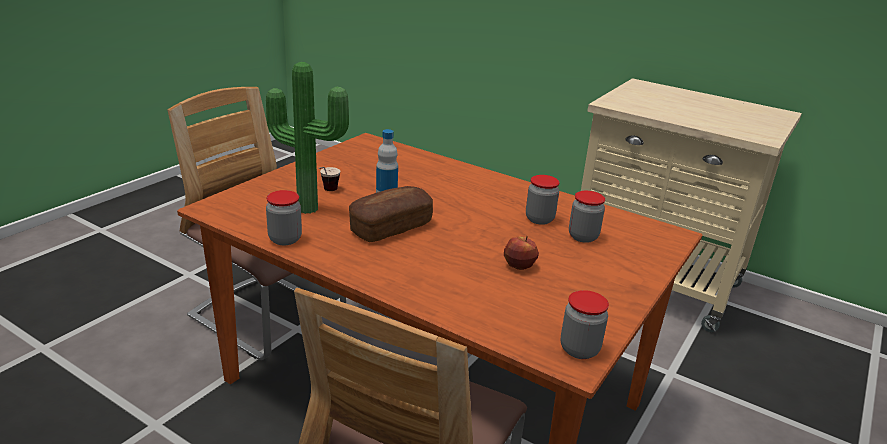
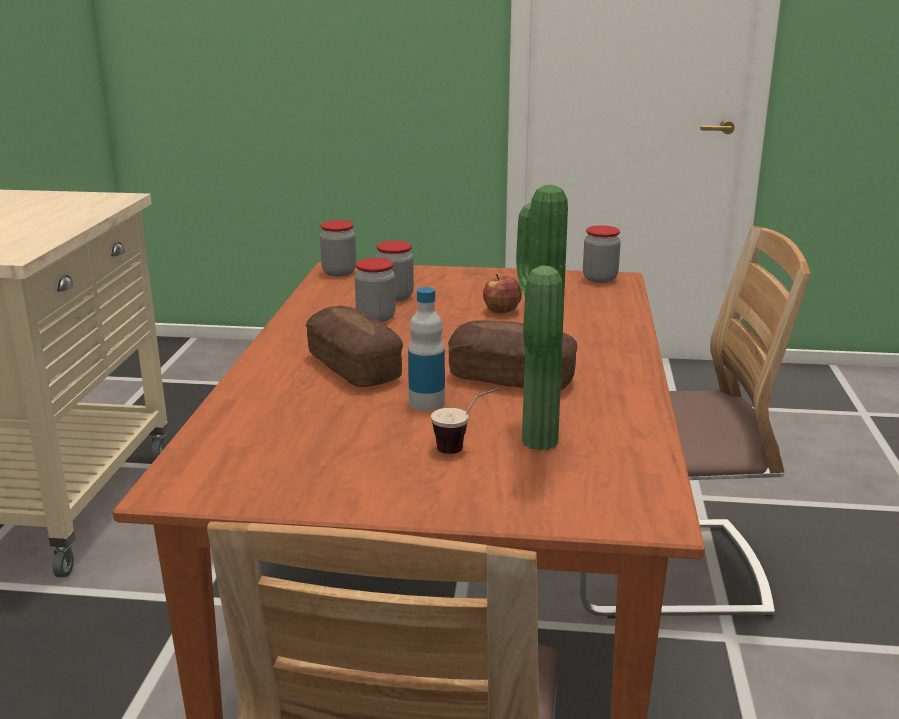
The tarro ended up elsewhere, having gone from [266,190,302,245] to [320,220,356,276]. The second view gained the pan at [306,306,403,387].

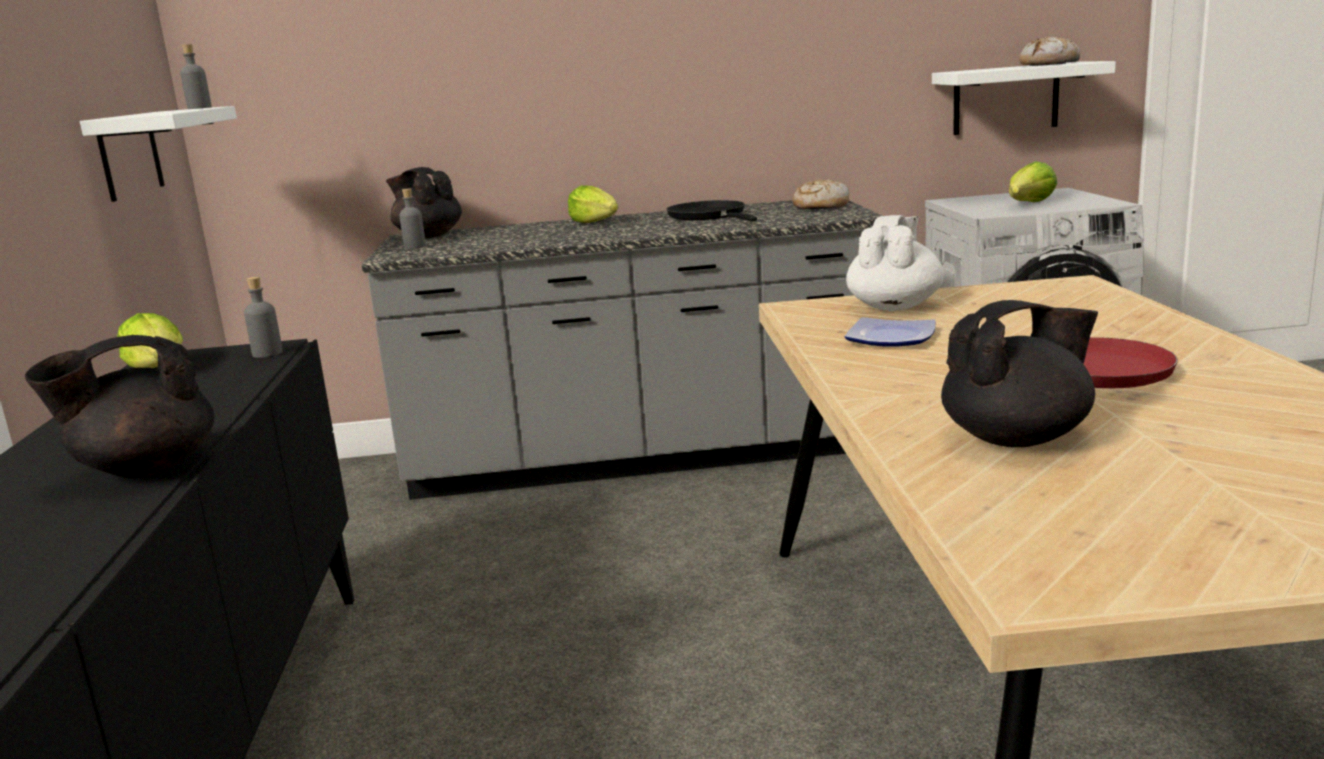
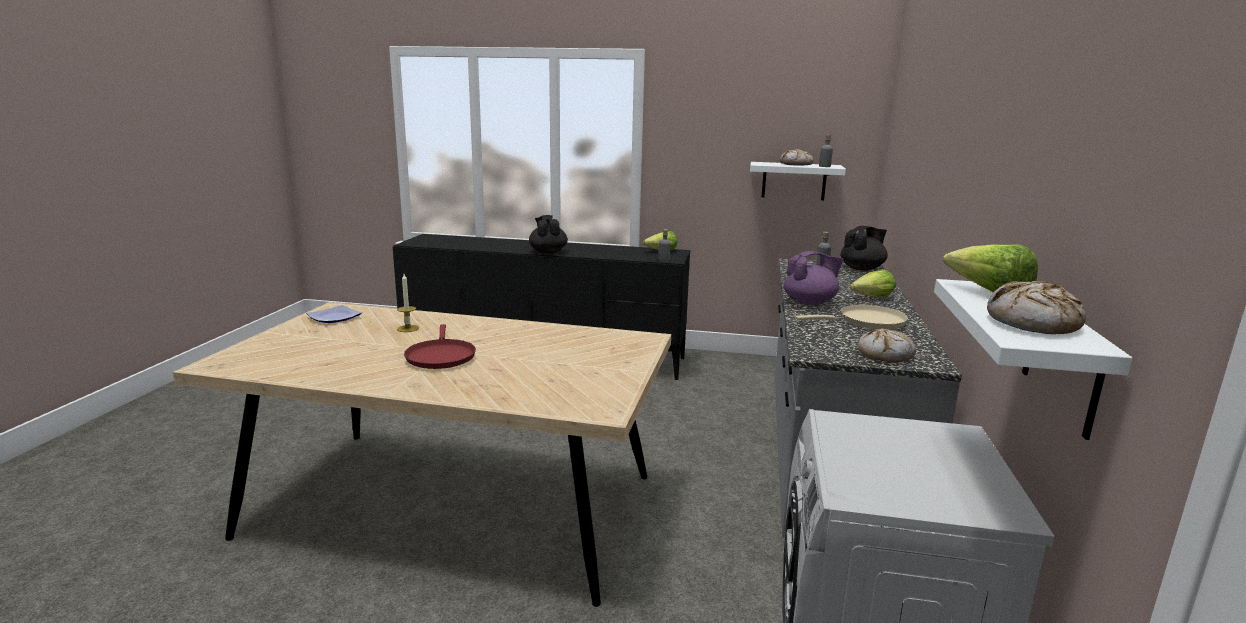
The lechuga ended up elsewhere, having gone from [1009,161,1057,202] to [943,244,1038,292]. What was the sartén (negro) at [667,200,757,222] turned into the sartén (beis) at [796,304,909,329]. The second view lost the tetera (blanco) at [846,215,944,311]. Where the tetera (negro) stood at [941,300,1098,447], the vela came to stand at [397,274,419,332]. The plato ended up elsewhere, having gone from [845,317,936,347] to [306,305,362,323]. The second view gained the pan at [780,149,813,166]. The second view gained the tetera (morado) at [784,251,844,306].

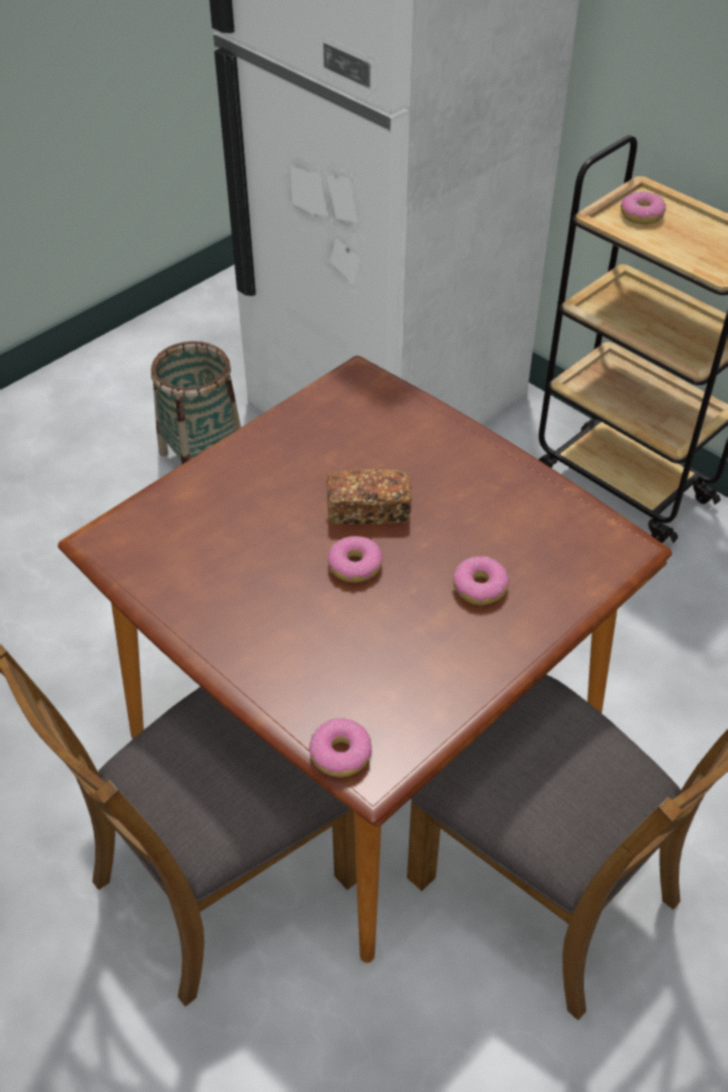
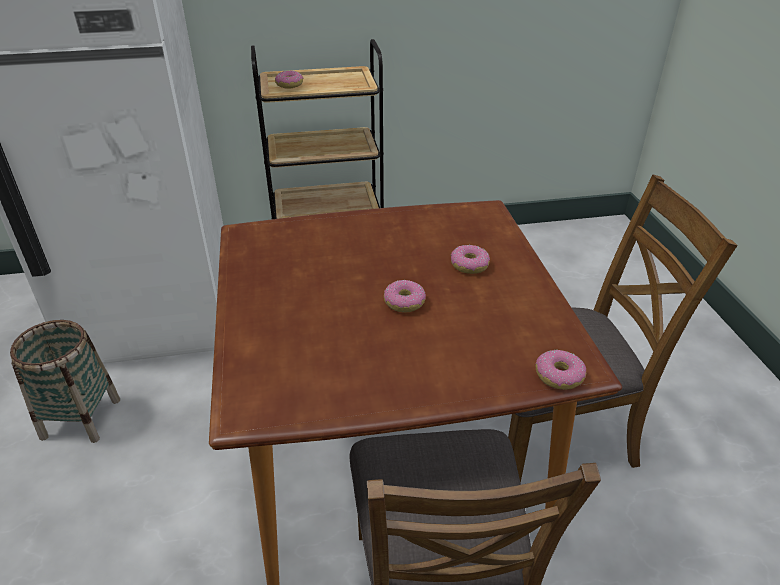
The second view lost the pan at [327,468,411,525].

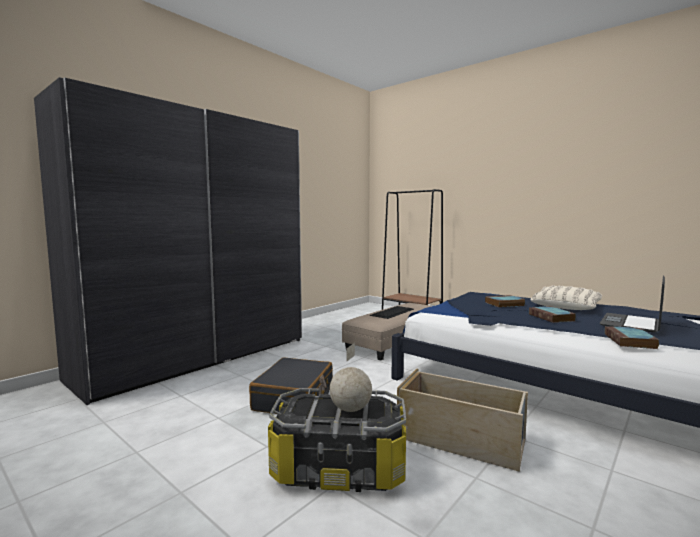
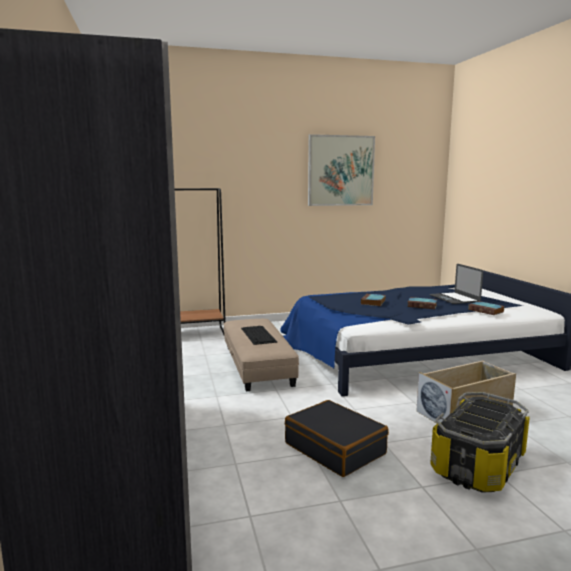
The second view lost the cojín (beis) at [530,285,602,310]. The second view lost the globo terráqueo at [329,343,372,412]. The second view gained the cuadro at [308,134,375,206].

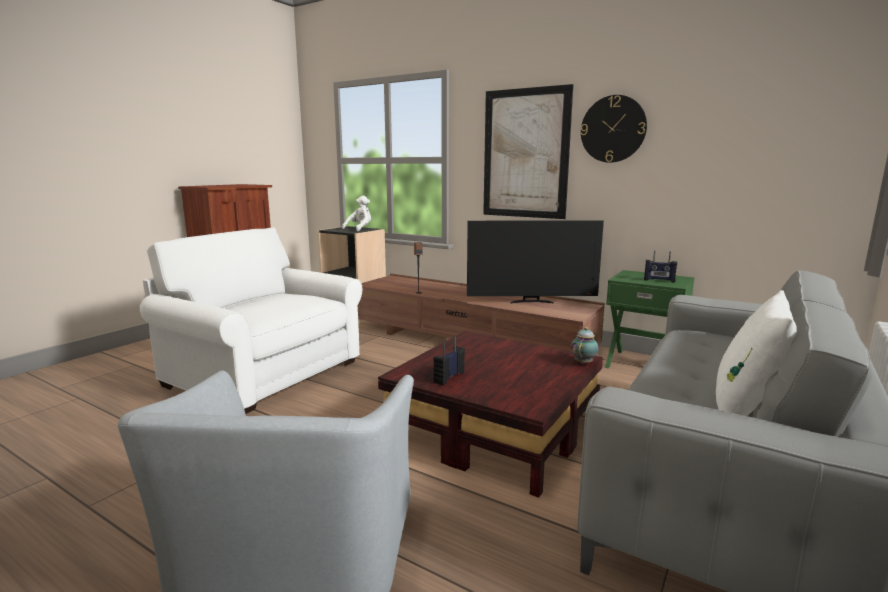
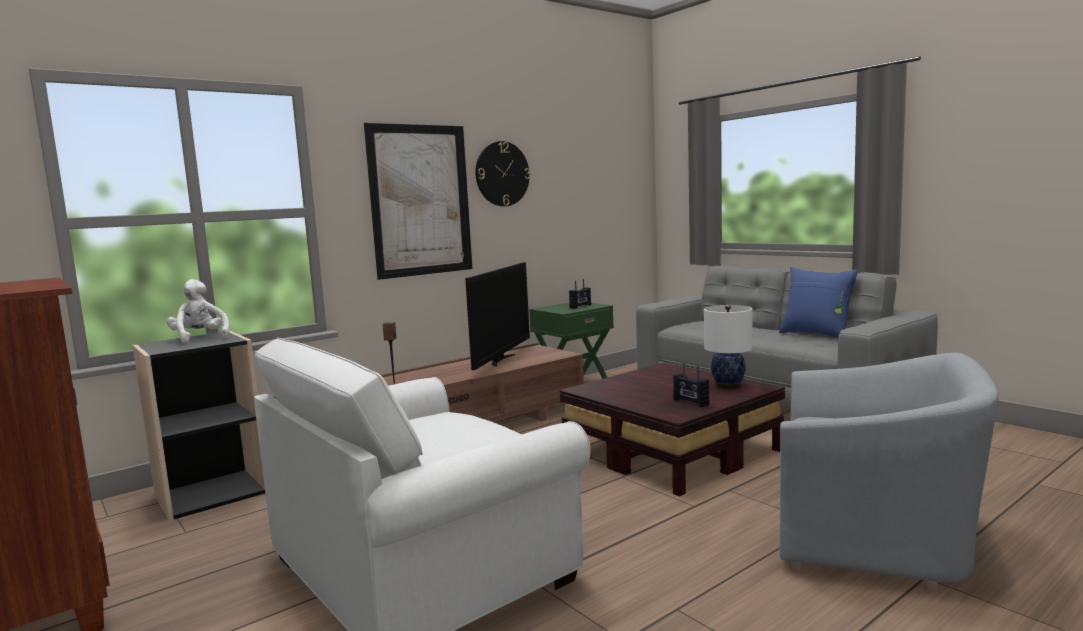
What was the cojín (blanco) at [716,290,797,416] turned into the cojín (azul) at [779,267,858,338]. The second view lost the tetera at [571,327,599,364]. The second view gained the lámpara de mesa (blanco) at [704,304,753,389].

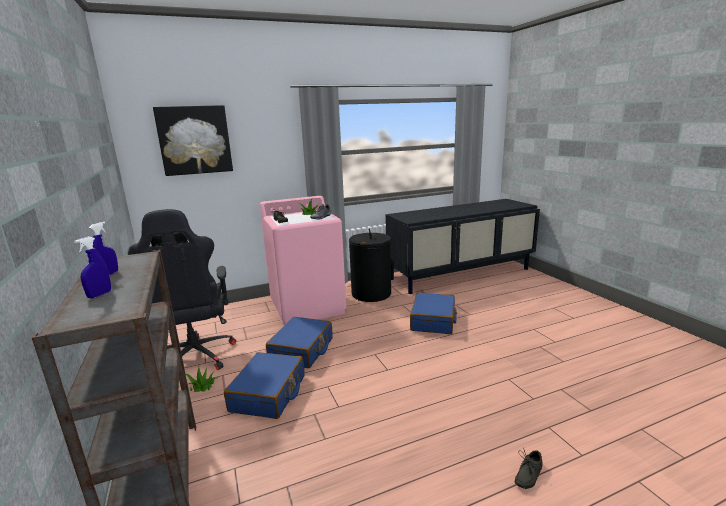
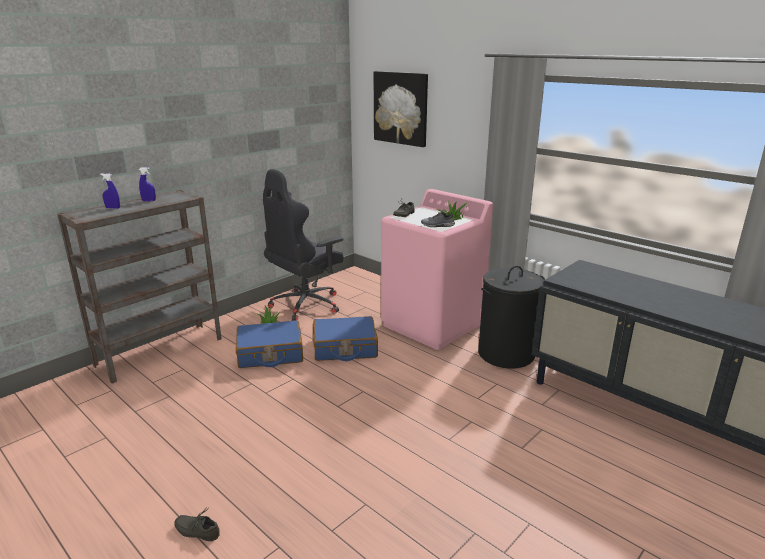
The second view lost the maleta (azul) at [410,293,457,334].

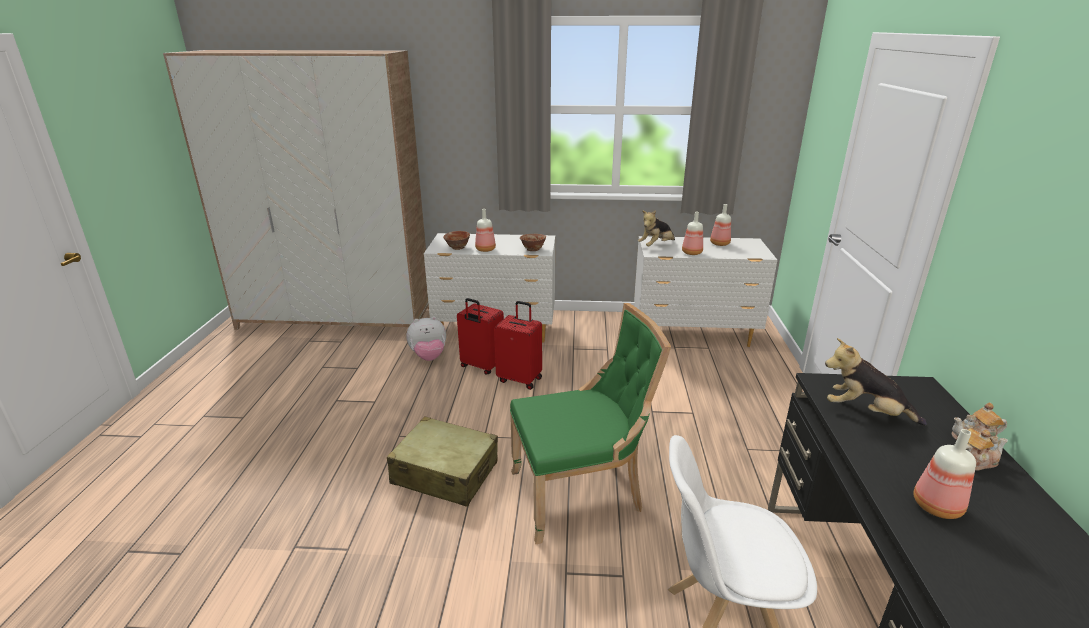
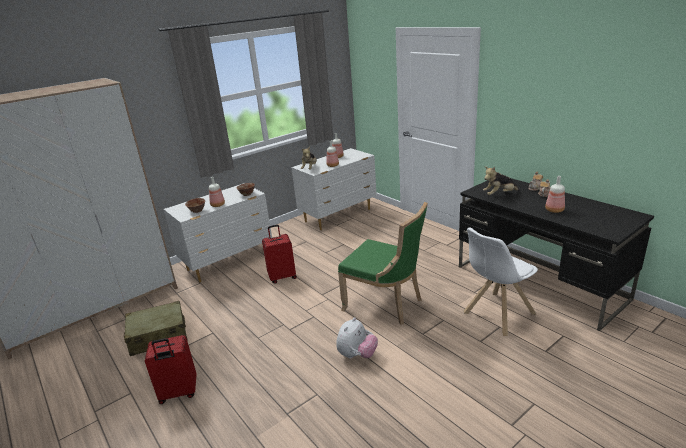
The maleta (rojo) ended up elsewhere, having gone from [457,298,504,375] to [145,335,197,404]. The silla (verde) at [510,303,671,544] ended up facing another way, 90 degrees clockwise from before. The peluche ended up elsewhere, having gone from [406,316,446,361] to [336,317,378,358]. The maleta (beis) ended up elsewhere, having gone from [387,416,498,507] to [124,301,188,356].

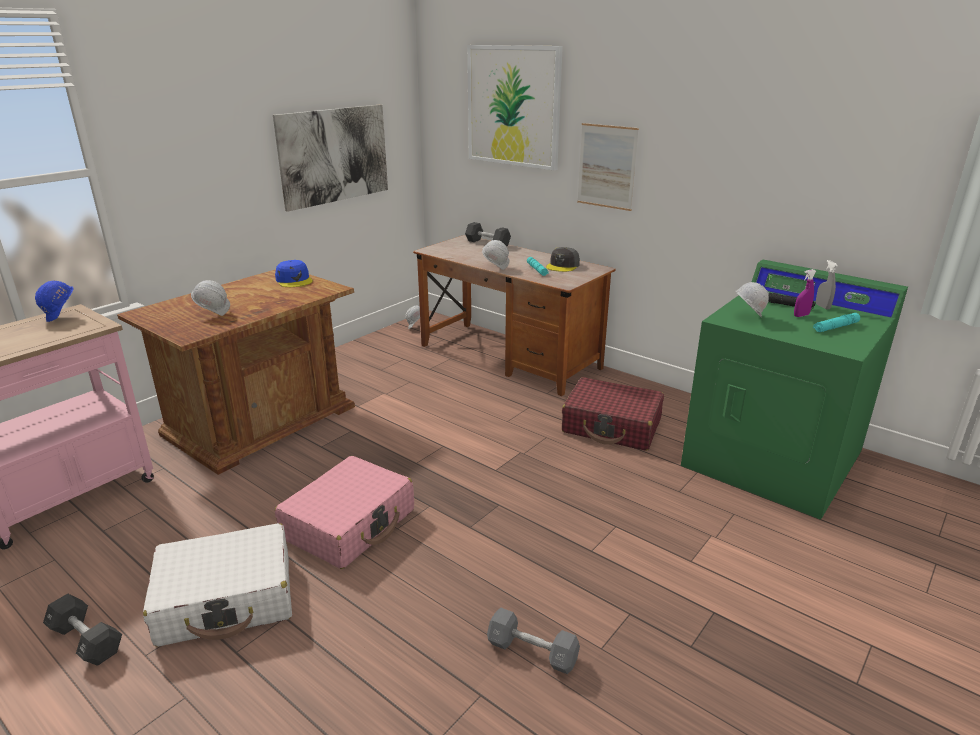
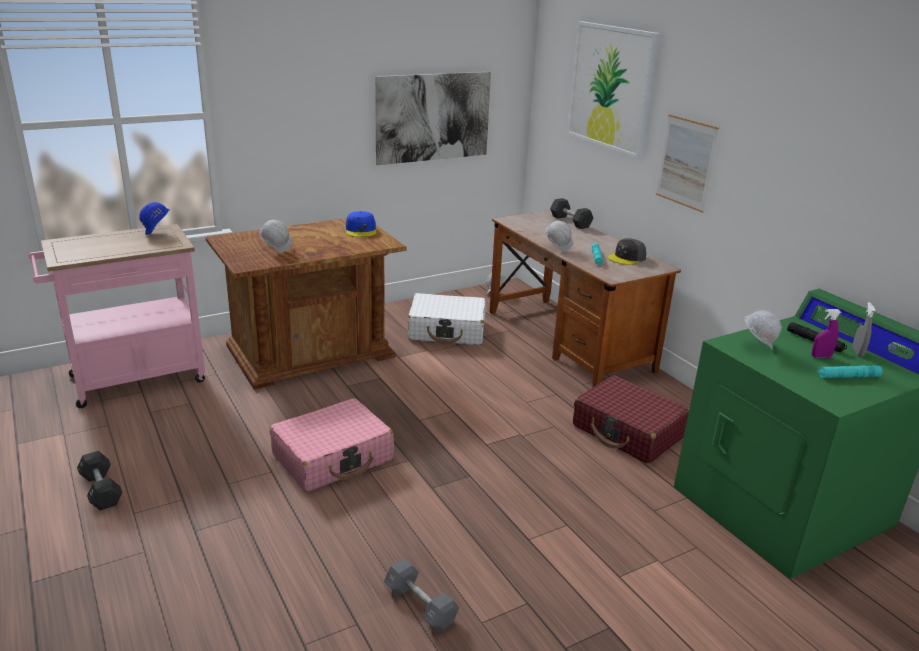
The maleta (blanco) ended up elsewhere, having gone from [143,523,292,647] to [408,293,486,345].

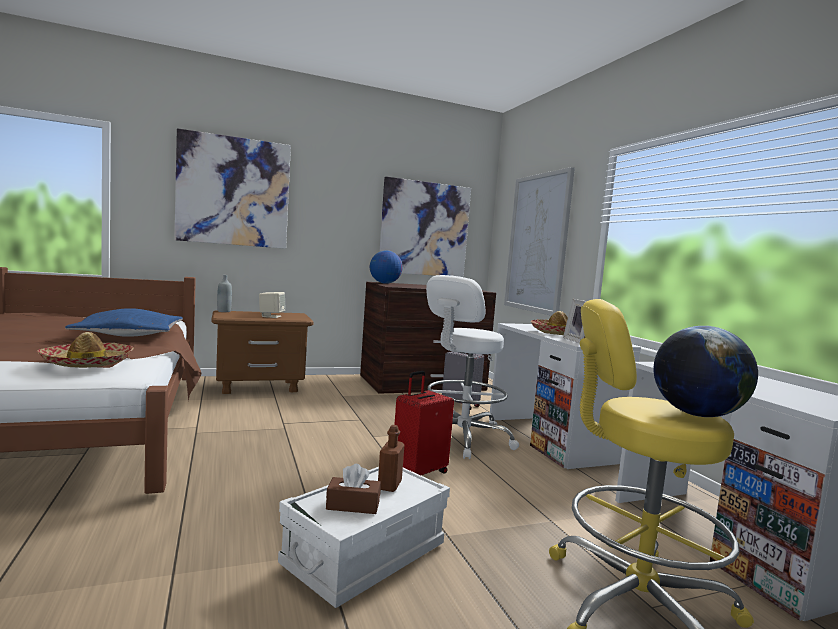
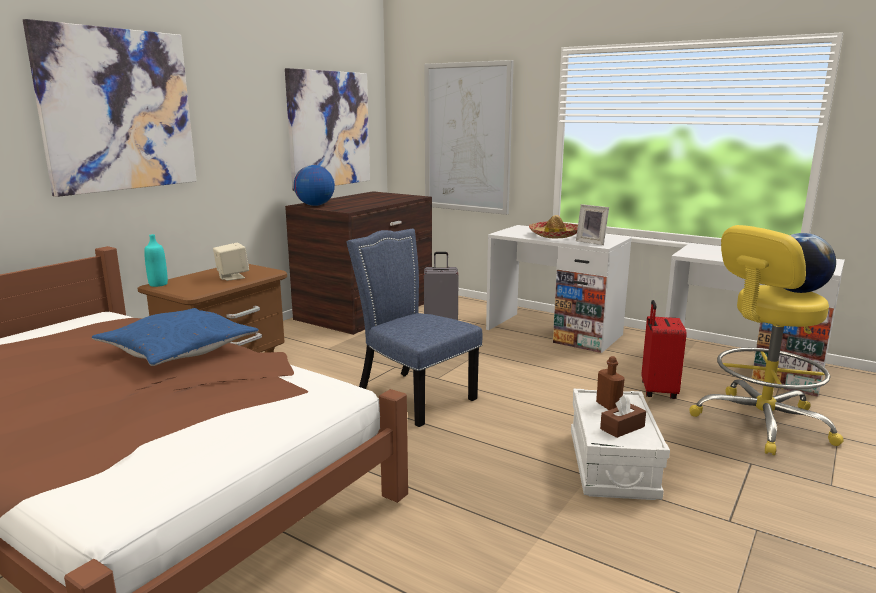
What was the botella (gris) at [217,275,232,312] turned into the botella (turquesa) at [144,234,168,287]. The second view lost the taburete (blanco) at [426,275,519,459]. The second view lost the sombrero at [37,332,134,368]. The maleta (rojo) ended up elsewhere, having gone from [394,371,454,475] to [642,300,687,399]. The second view gained the silla (azul) at [346,229,483,427].

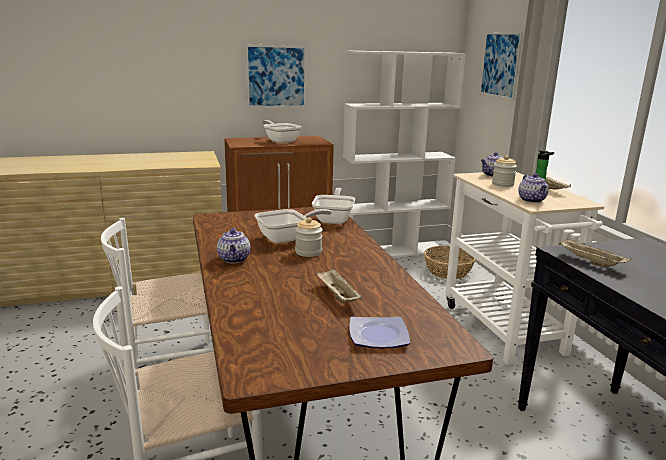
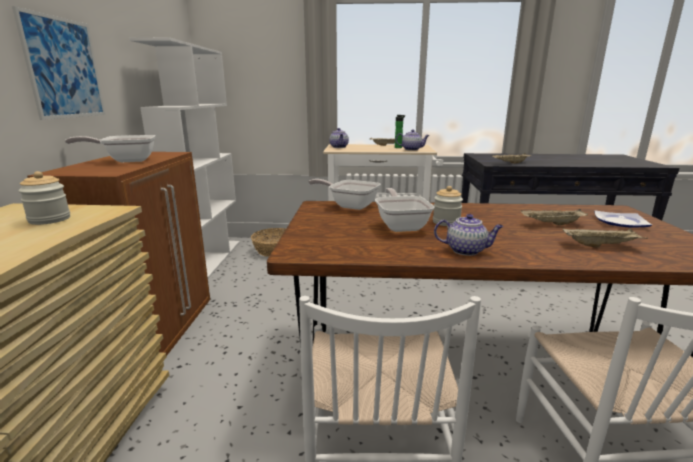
The second view lost the cuadro at [479,32,523,100]. The tarro ended up elsewhere, having gone from [492,155,517,187] to [18,171,70,225]. The second view gained the bandeja (beis) at [562,228,648,248].

